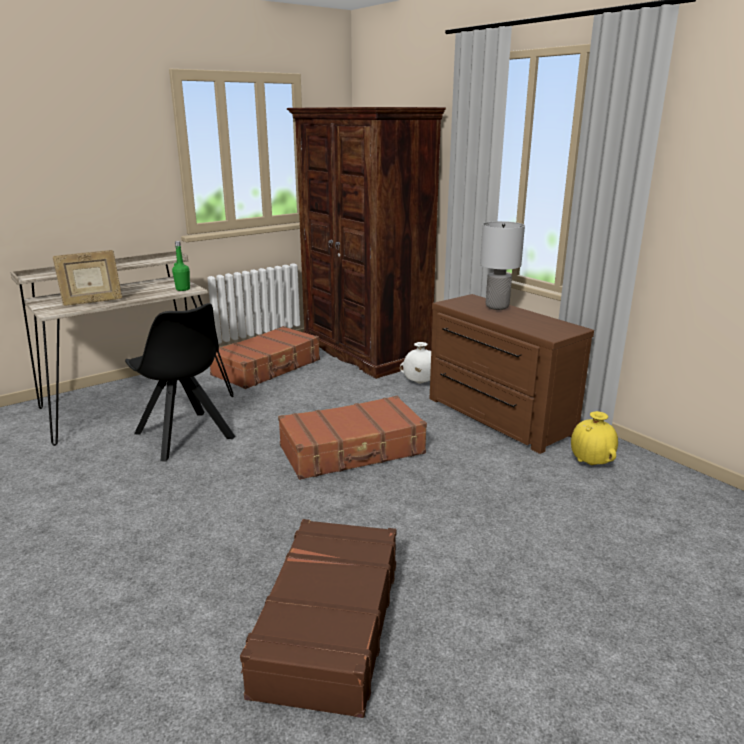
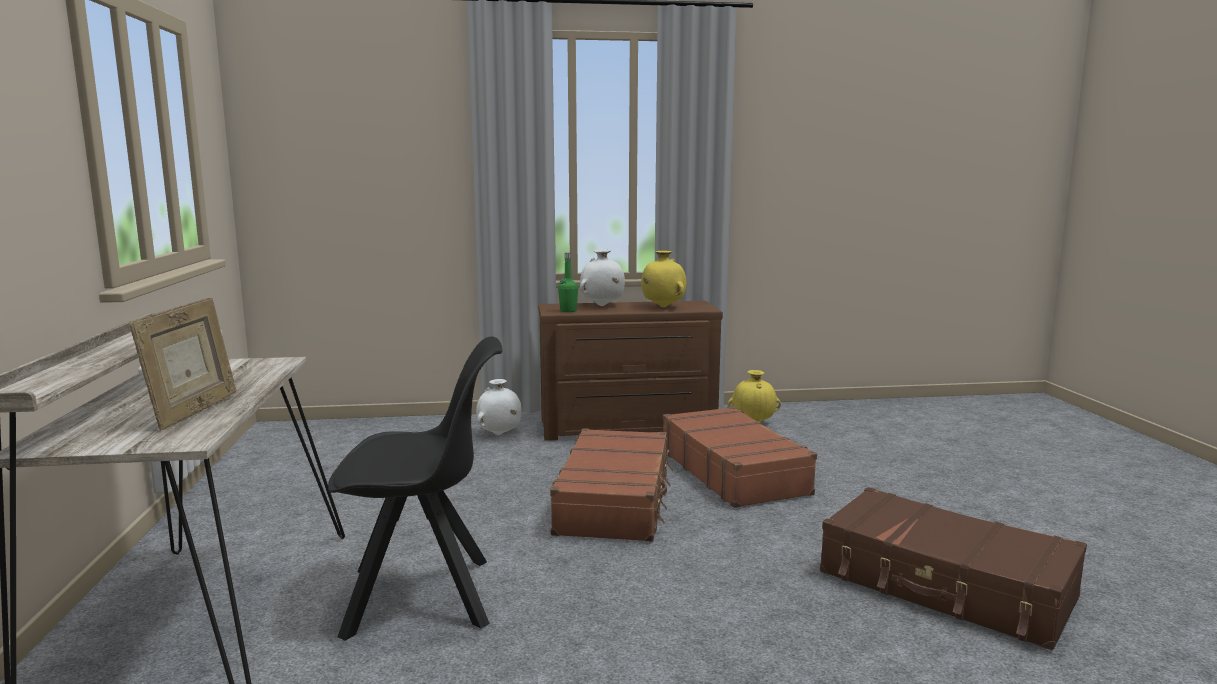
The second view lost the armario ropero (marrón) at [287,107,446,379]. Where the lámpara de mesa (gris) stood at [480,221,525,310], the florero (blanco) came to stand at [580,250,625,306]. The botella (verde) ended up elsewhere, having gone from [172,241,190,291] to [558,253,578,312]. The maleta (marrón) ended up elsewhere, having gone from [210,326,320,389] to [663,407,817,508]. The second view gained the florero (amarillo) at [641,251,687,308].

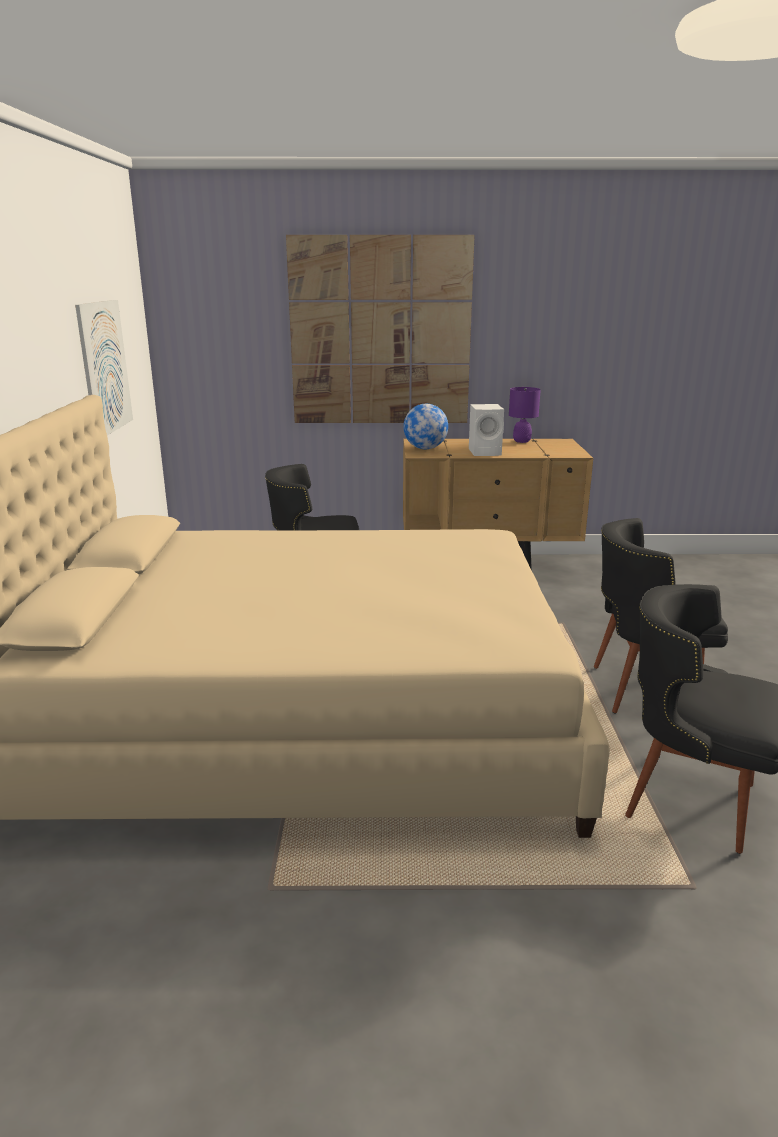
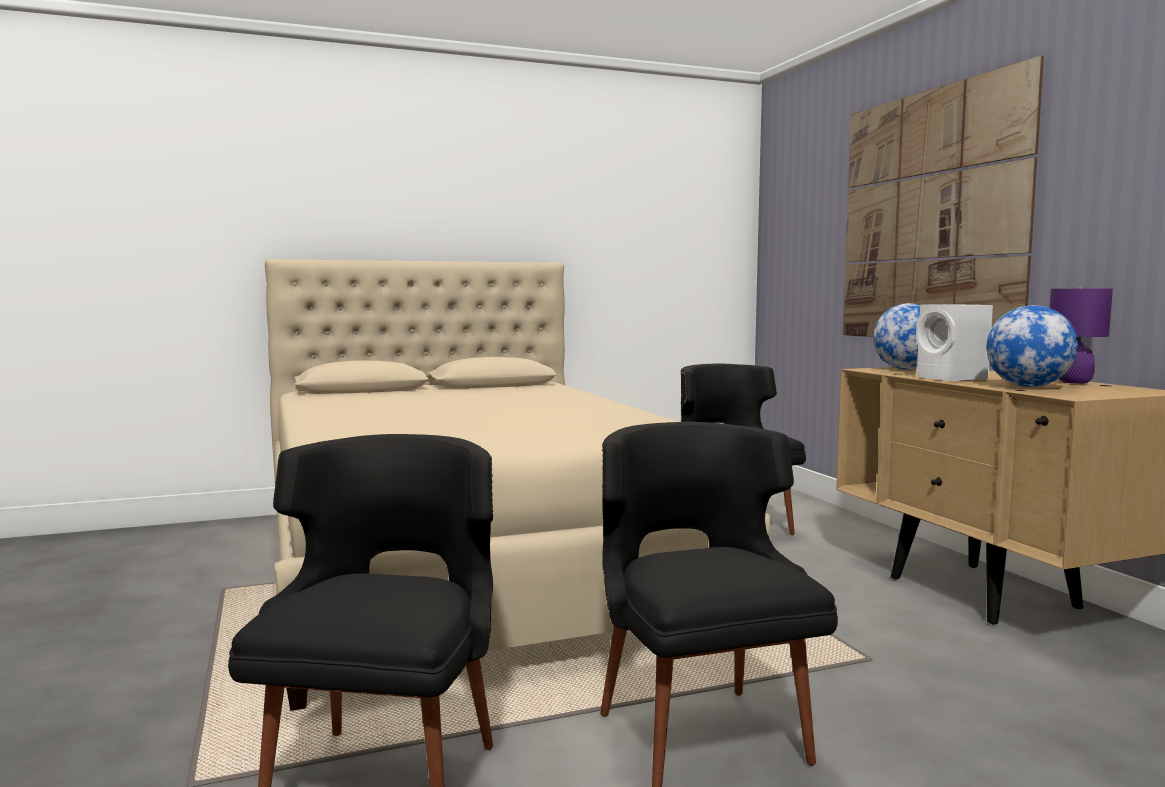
The second view lost the cuadro at [75,300,133,435]. The second view gained the globo terráqueo at [986,305,1078,387].

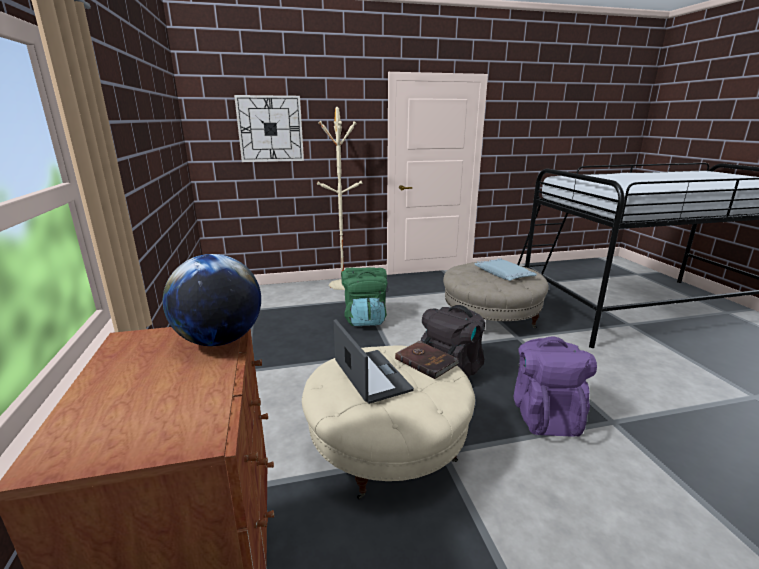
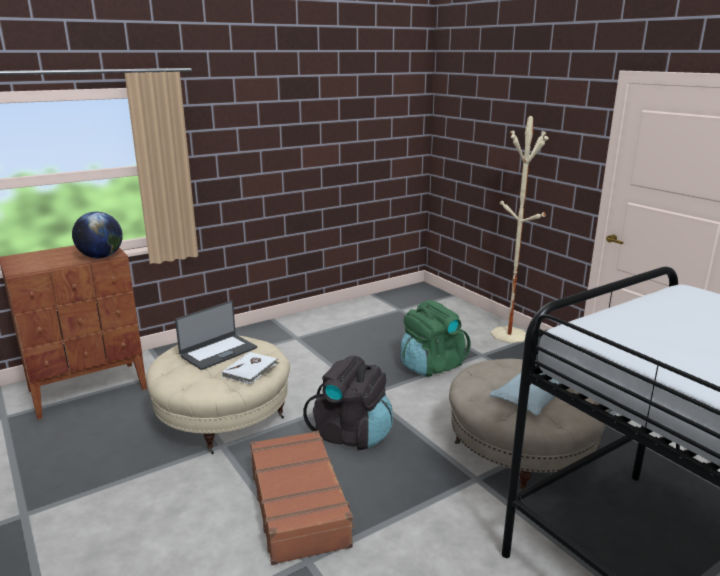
The second view lost the reloj de pared at [234,95,304,162]. Where the mochila (morado) stood at [514,336,597,437], the maleta (marrón) came to stand at [250,431,355,565]. What was the libro (marrón) at [395,341,459,379] turned into the libro (blanco) at [222,352,280,385].

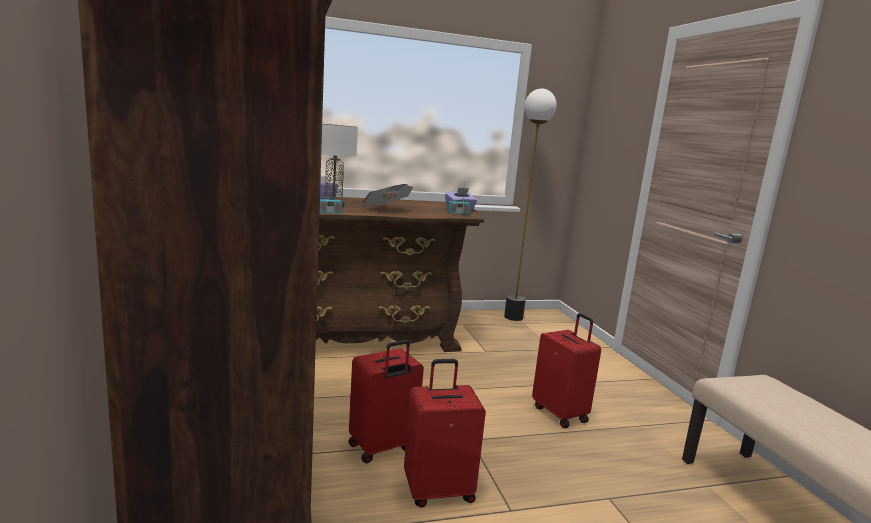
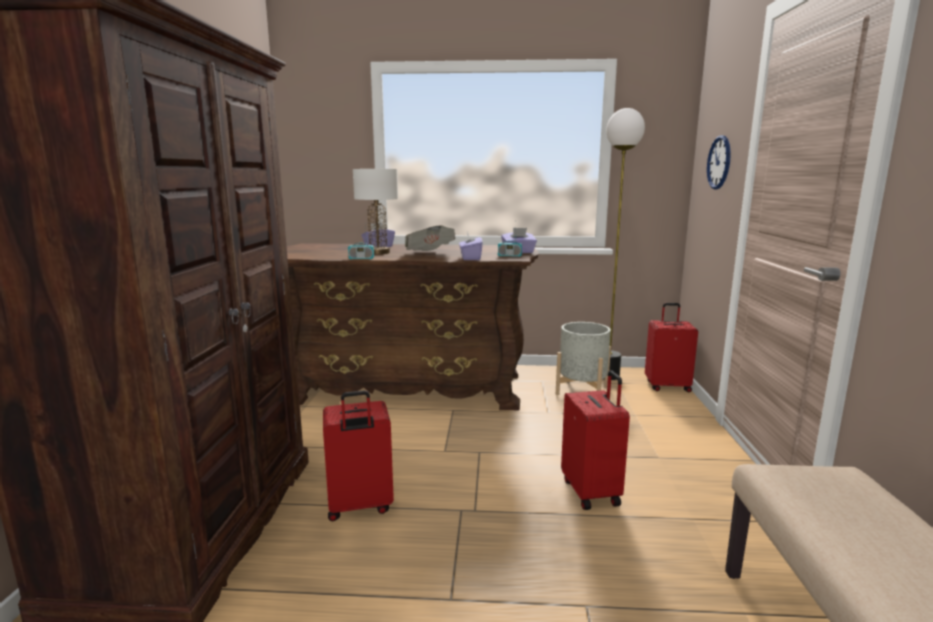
The maleta (rojo) ended up elsewhere, having gone from [404,359,486,508] to [645,303,698,392]. The second view gained the reloj de pared at [707,135,731,190]. The second view gained the caja de pañuelos (morado) at [459,231,483,260]. The second view gained the maceta (gris) at [556,322,611,395].

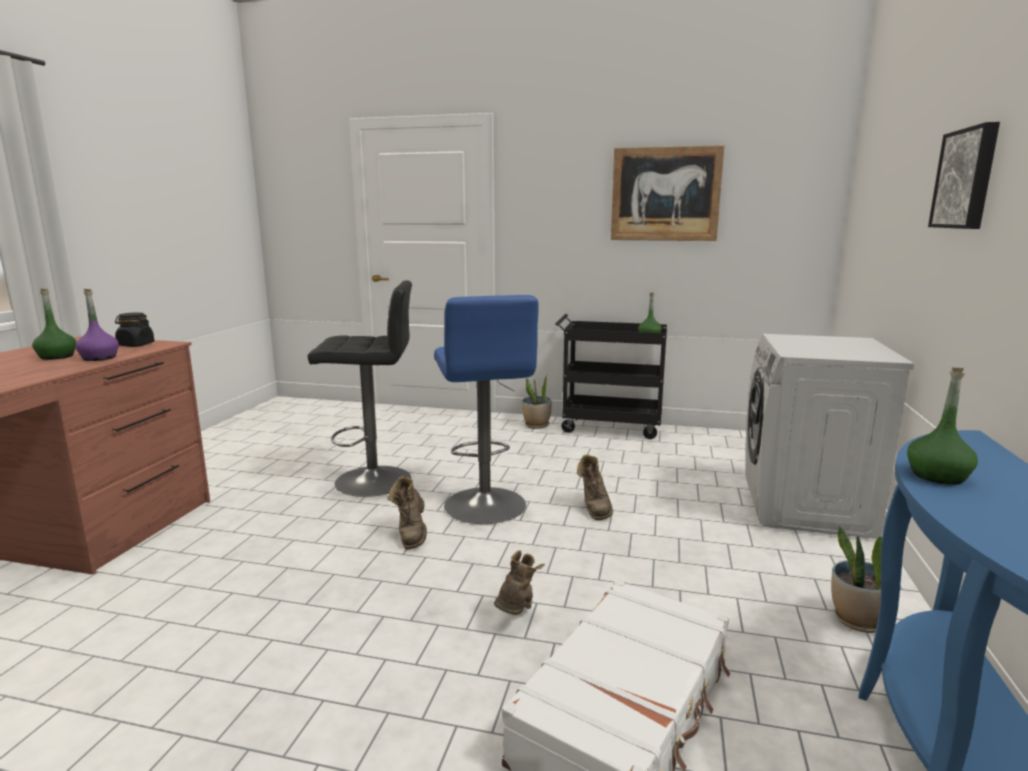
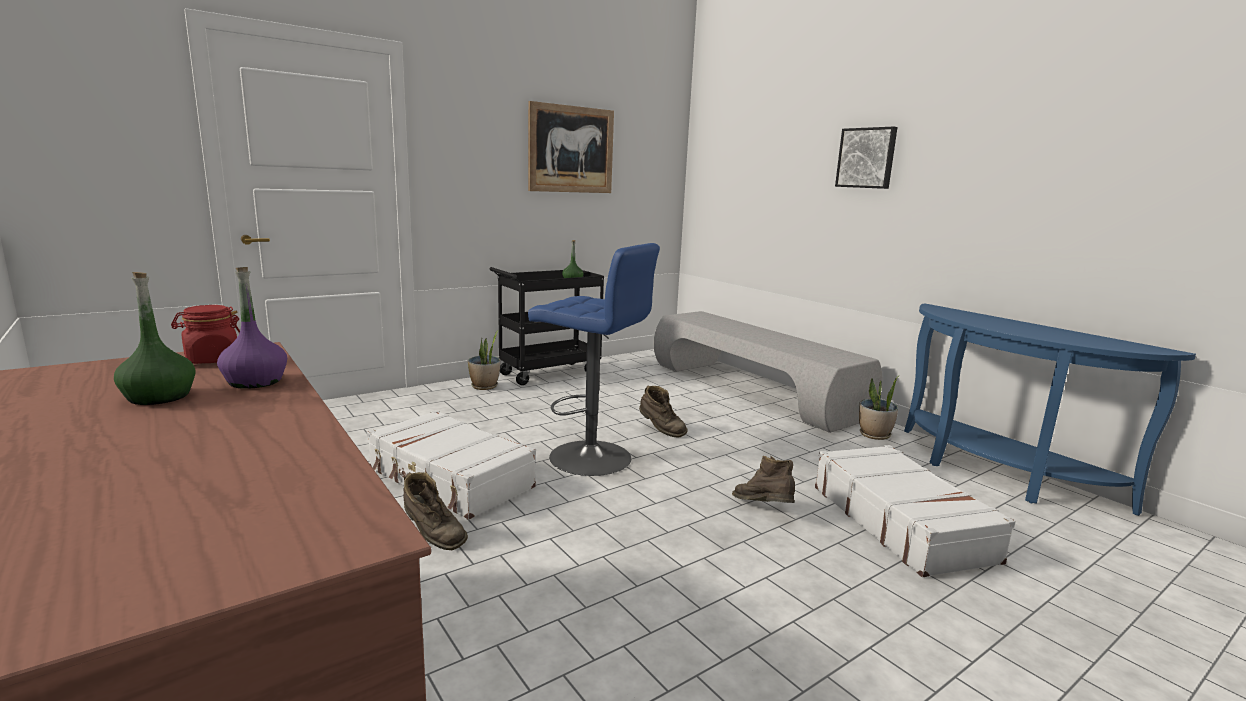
Where the taburete (negro) stood at [307,280,412,497], the maleta (blanco) came to stand at [367,410,536,520]. What was the tarro (negro) at [115,312,154,347] turned into the tarro (rojo) at [171,305,240,364]. Where the lavadora (blanco) stood at [745,333,914,539], the banco (gris) came to stand at [654,311,882,433]. The second view lost the botella (verde) at [907,368,978,485]. The bota (marrón) ended up elsewhere, having gone from [388,476,427,550] to [403,472,468,550].

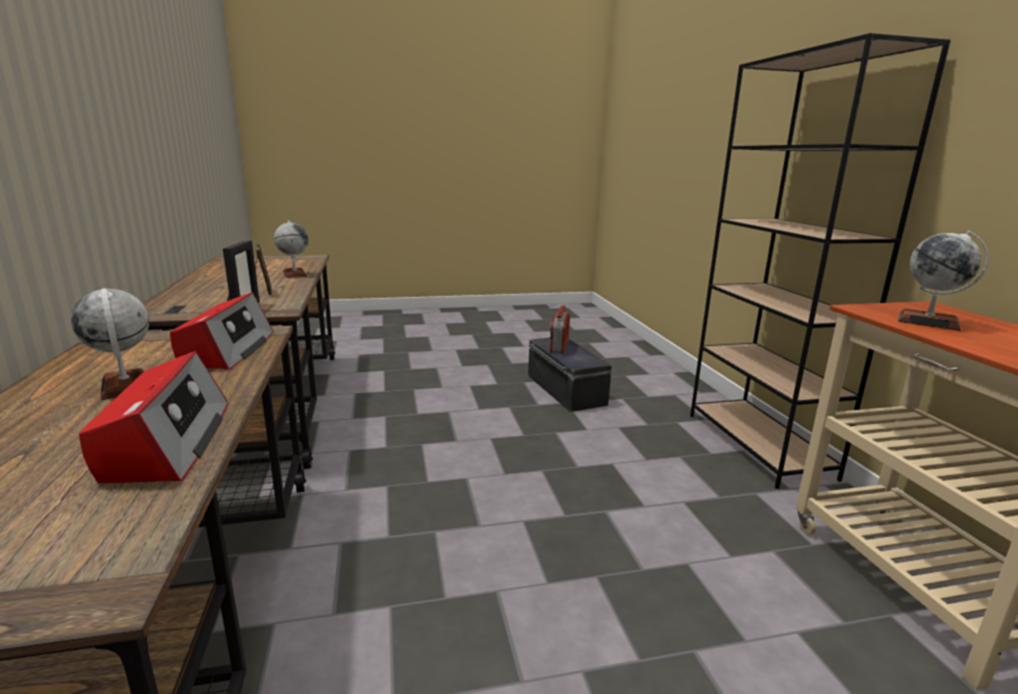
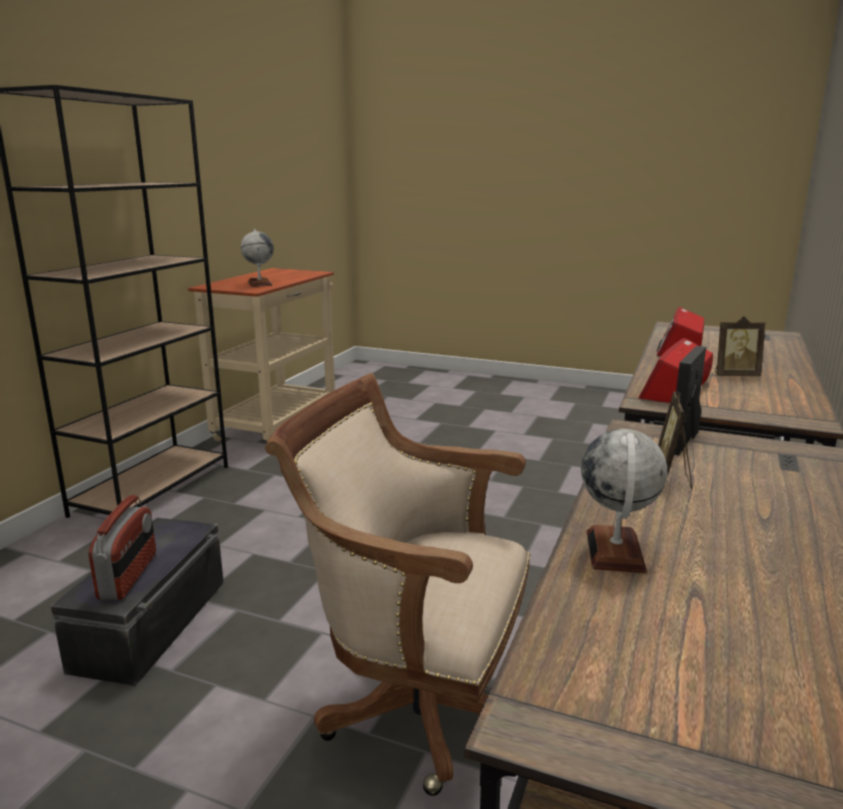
Where the globo terráqueo stood at [71,288,149,400], the portarretratos came to stand at [715,316,766,376]. The radio at [550,306,570,354] ended up facing another way, 45 degrees counterclockwise from before. The second view gained the silla de oficina at [265,373,531,796].

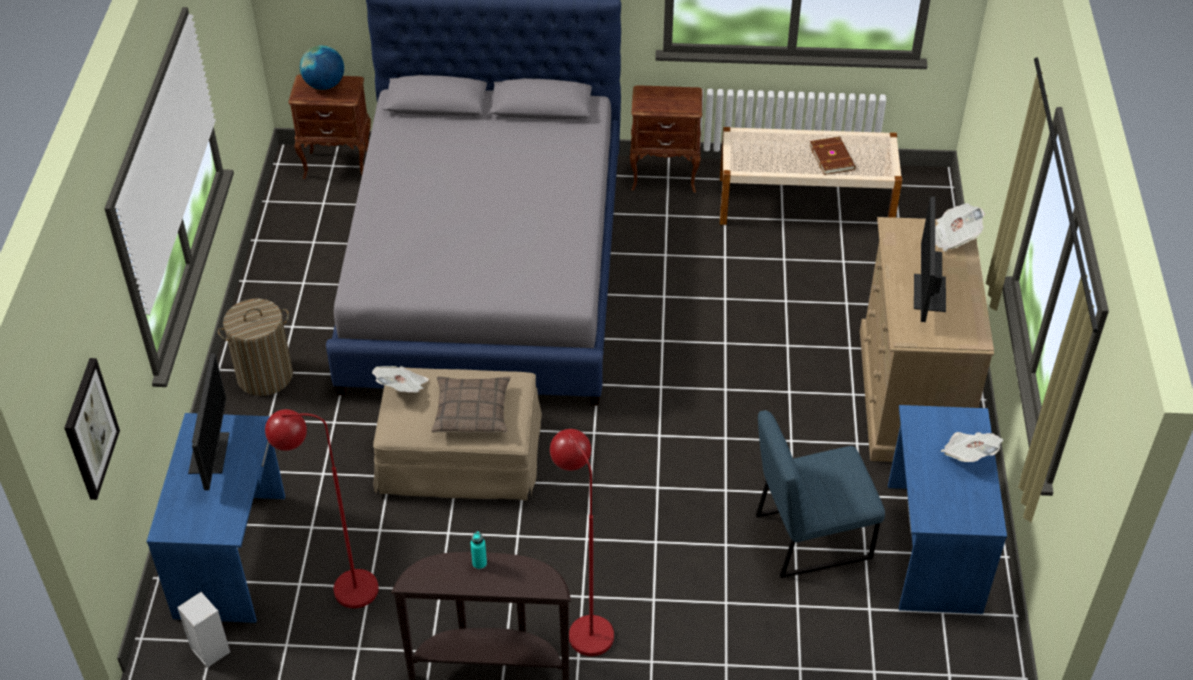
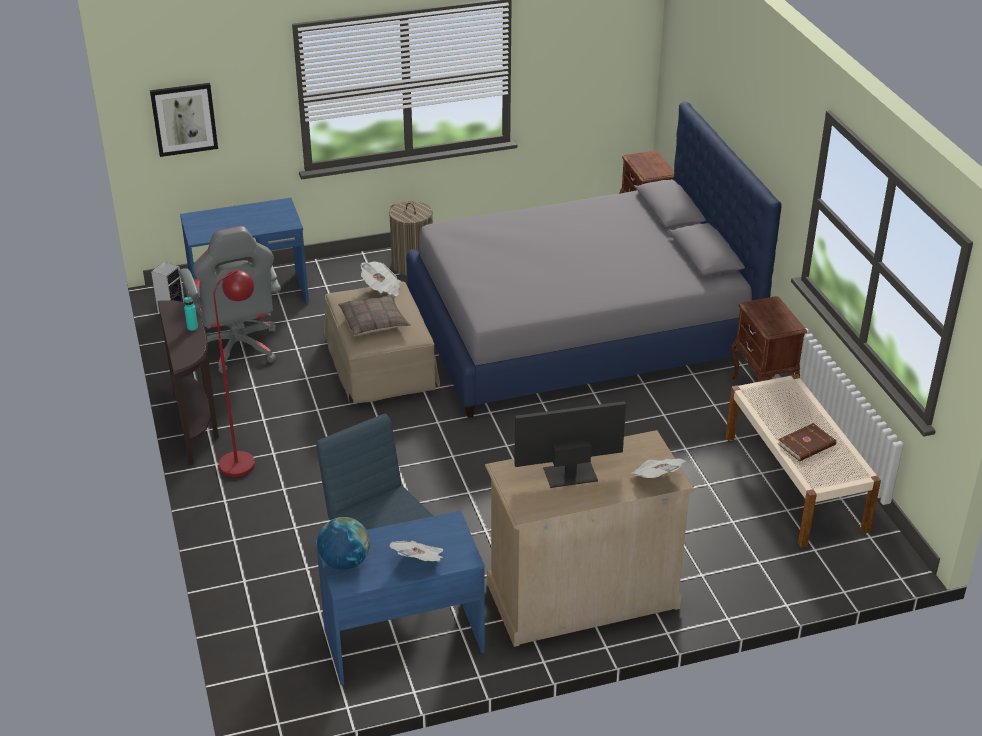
The globo terráqueo ended up elsewhere, having gone from [300,45,344,90] to [317,517,370,570]. The second view lost the monitor at [188,354,229,490]. Where the lámpara de pie (rojo) stood at [265,409,379,608], the silla de oficina (gris) came to stand at [178,226,281,373].

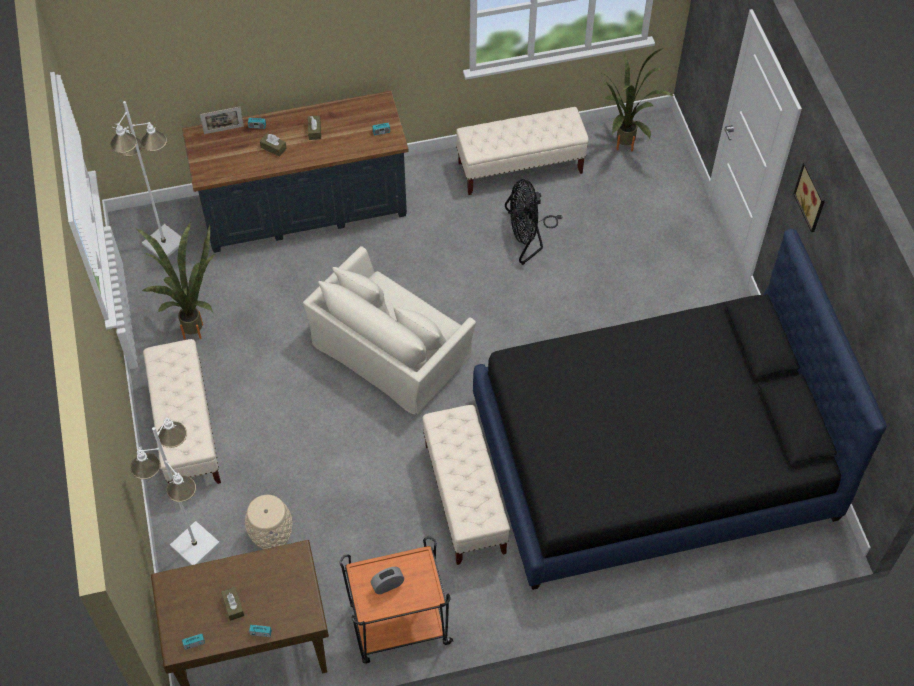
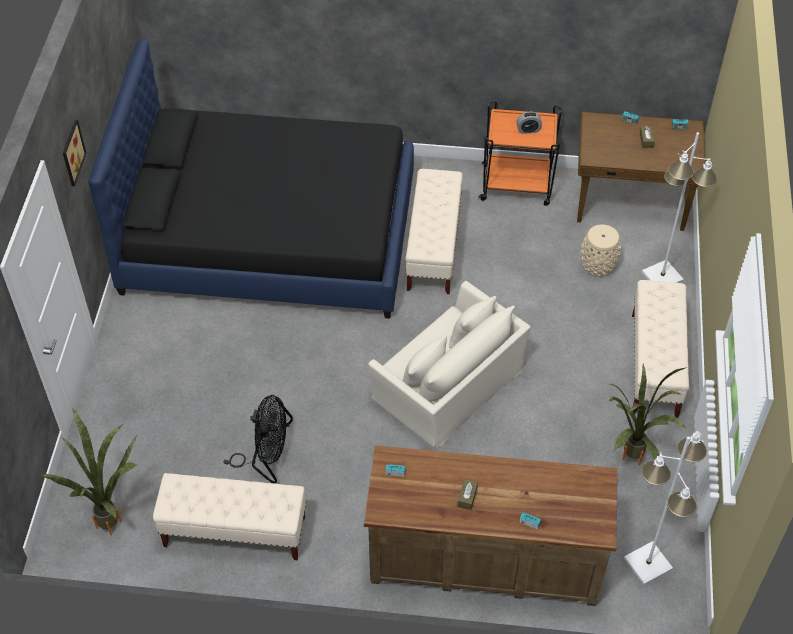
The second view lost the portarretratos at [200,107,244,134]. The second view lost the caja de pañuelos (marrón) at [260,133,287,157]. The sillón (beis) at [303,246,476,415] ended up facing another way, 75 degrees clockwise from before.

